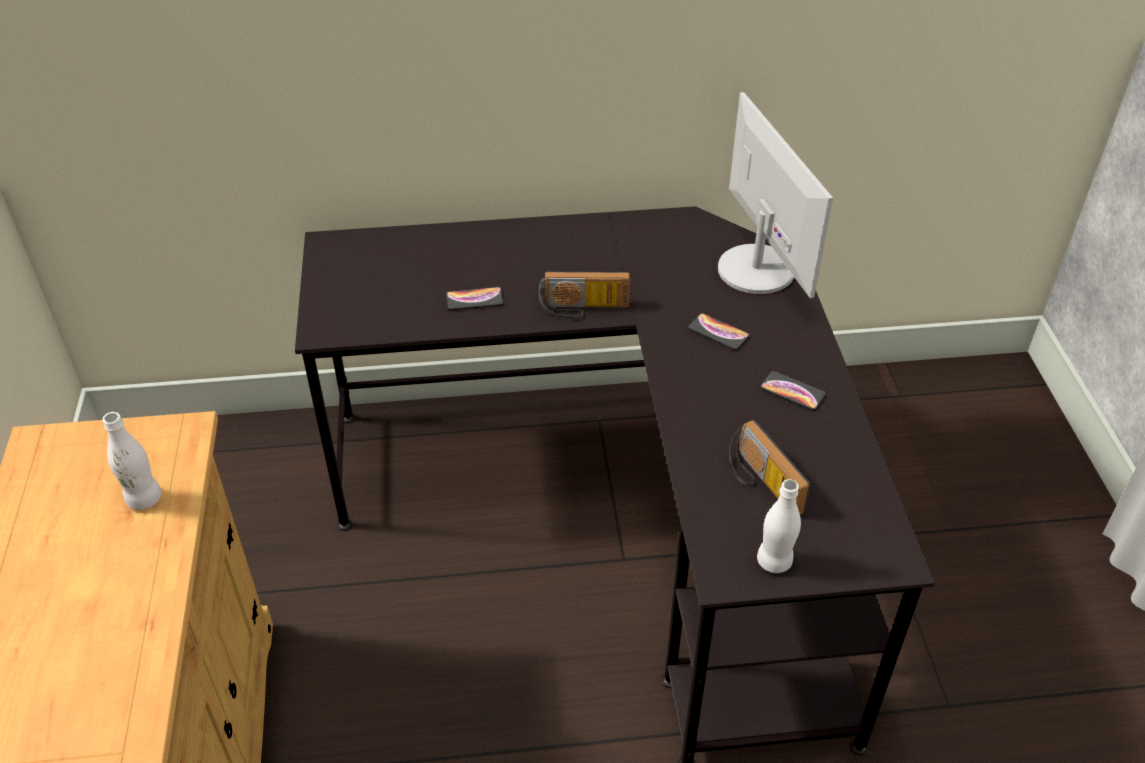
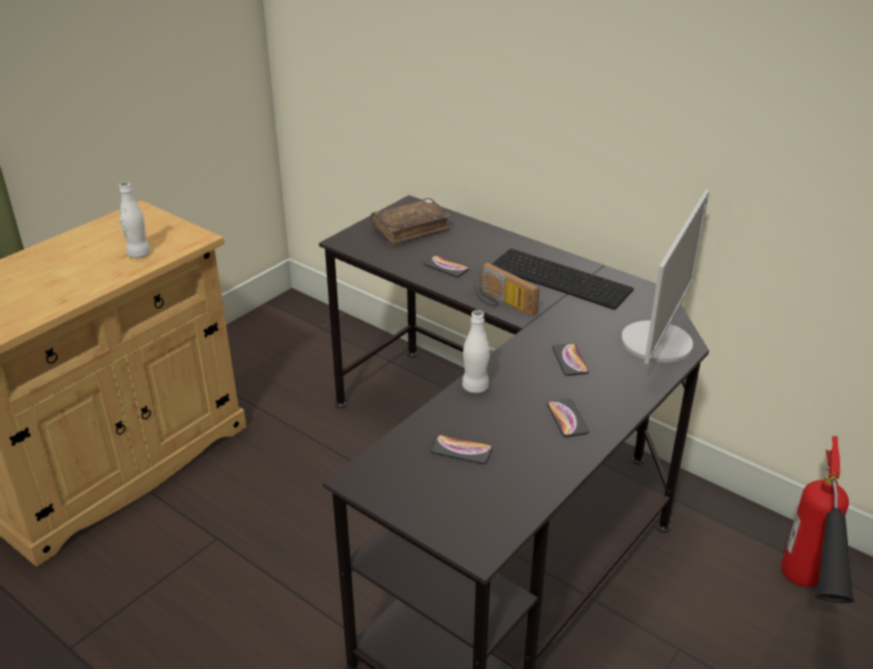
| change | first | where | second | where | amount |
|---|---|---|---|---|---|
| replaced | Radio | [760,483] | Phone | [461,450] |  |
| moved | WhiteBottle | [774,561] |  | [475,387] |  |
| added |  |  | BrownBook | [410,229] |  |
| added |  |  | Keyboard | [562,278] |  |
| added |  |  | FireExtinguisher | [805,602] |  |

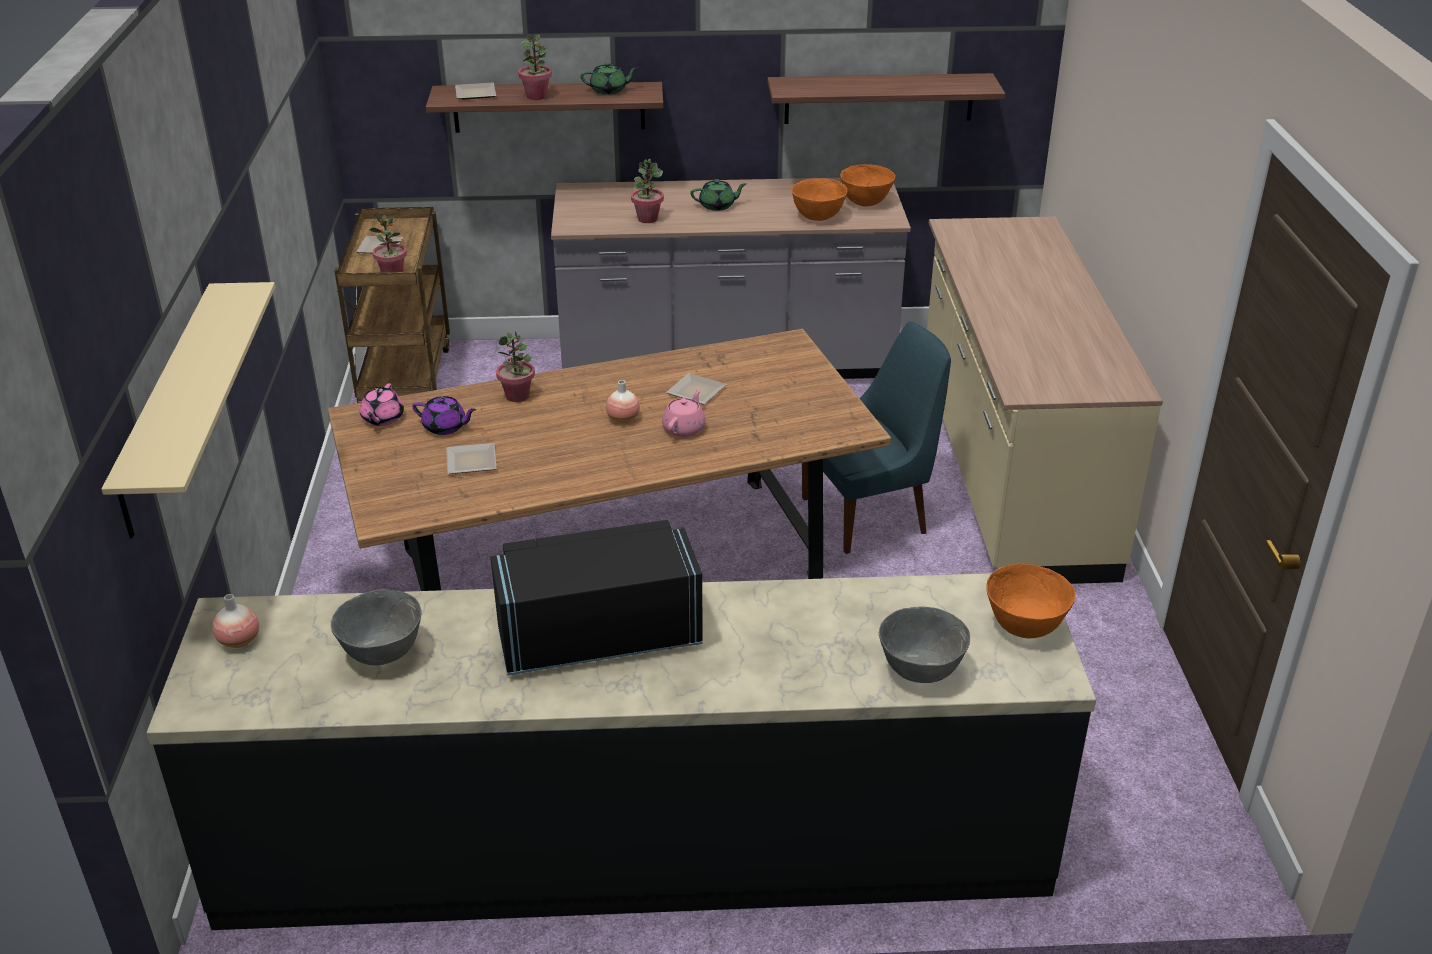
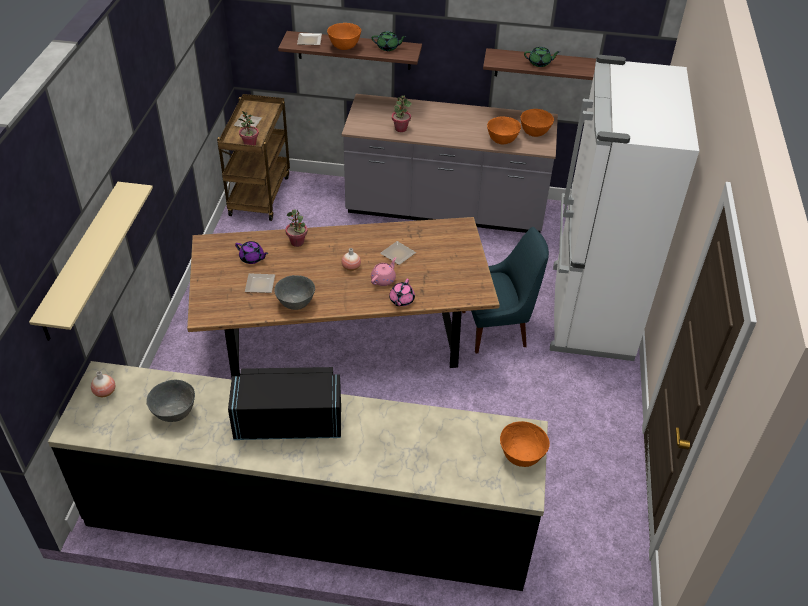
| change | first | where | second | where | amount |
|---|---|---|---|---|---|
| moved | PinkTeapot | [382,419] |  | [401,300] |  |
| replaced | PottedPlant | [536,96] | OrangeBowl | [344,47] |  |
| moved | GreenTeapot | [717,206] |  | [540,63] |  |
| moved | GreyBowl | [919,671] |  | [295,304] |  |
| replaced | BeigeCounter | [1009,471] | WhiteFridge | [589,312] |  |

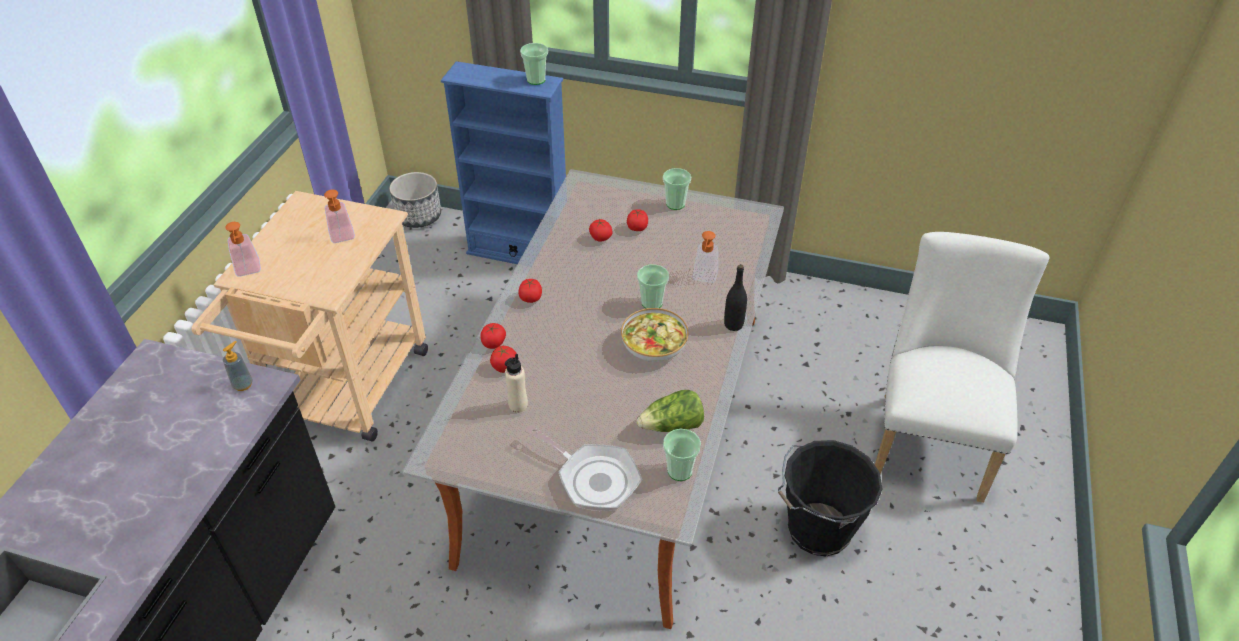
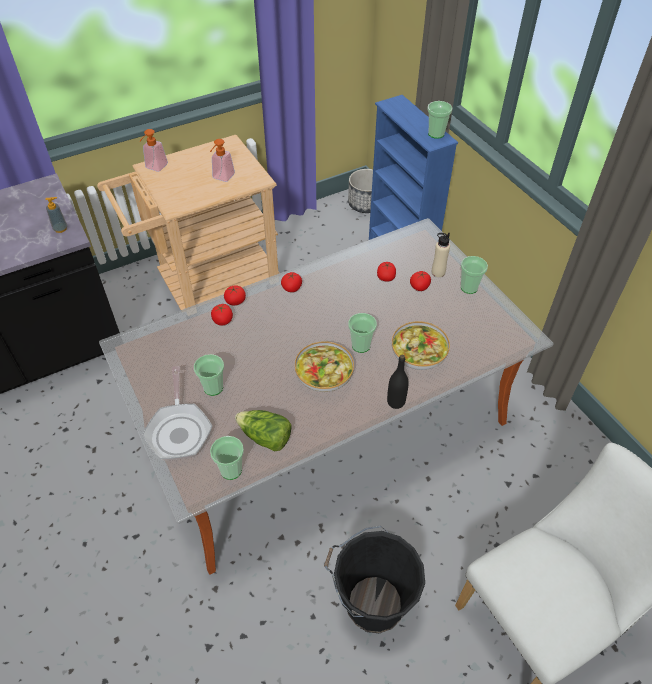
| change | first | where | second | where | amount |
|---|---|---|---|---|---|
| moved | BeigeBottle | [518,405] |  | [438,272] |  |
| replaced | SoapDispenser | [704,278] | Bowl | [419,354] |  |
| added |  |  | Cup | [213,387] |  |

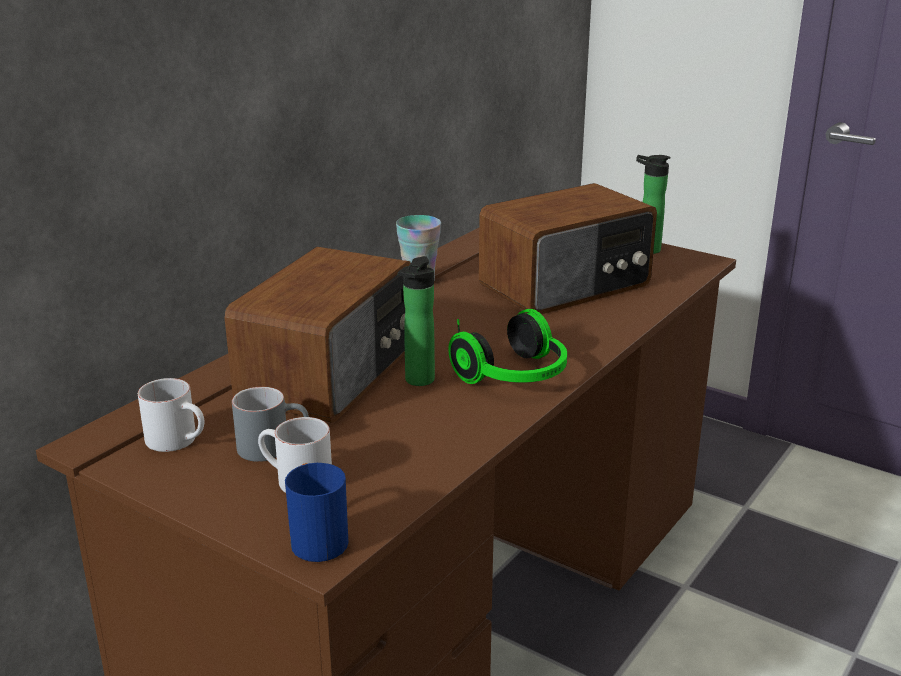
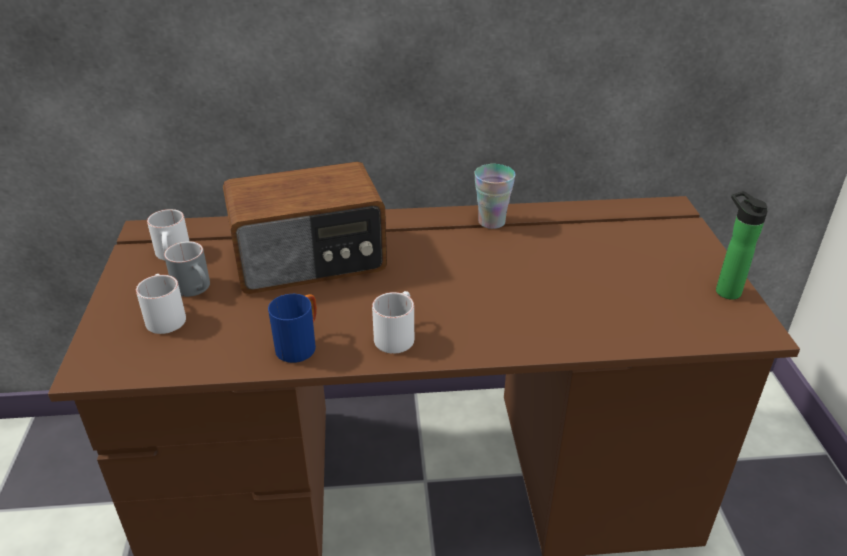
| change | first | where | second | where | amount |
|---|---|---|---|---|---|
| moved | BlueMug | [316,538] |  | [300,345] |  |
| removed | Bottle | [417,382] |  |  |  |
| replaced | Headphones | [516,377] | WhiteMug | [396,335] |  |
| removed | Radio | [567,286] |  |  |  |

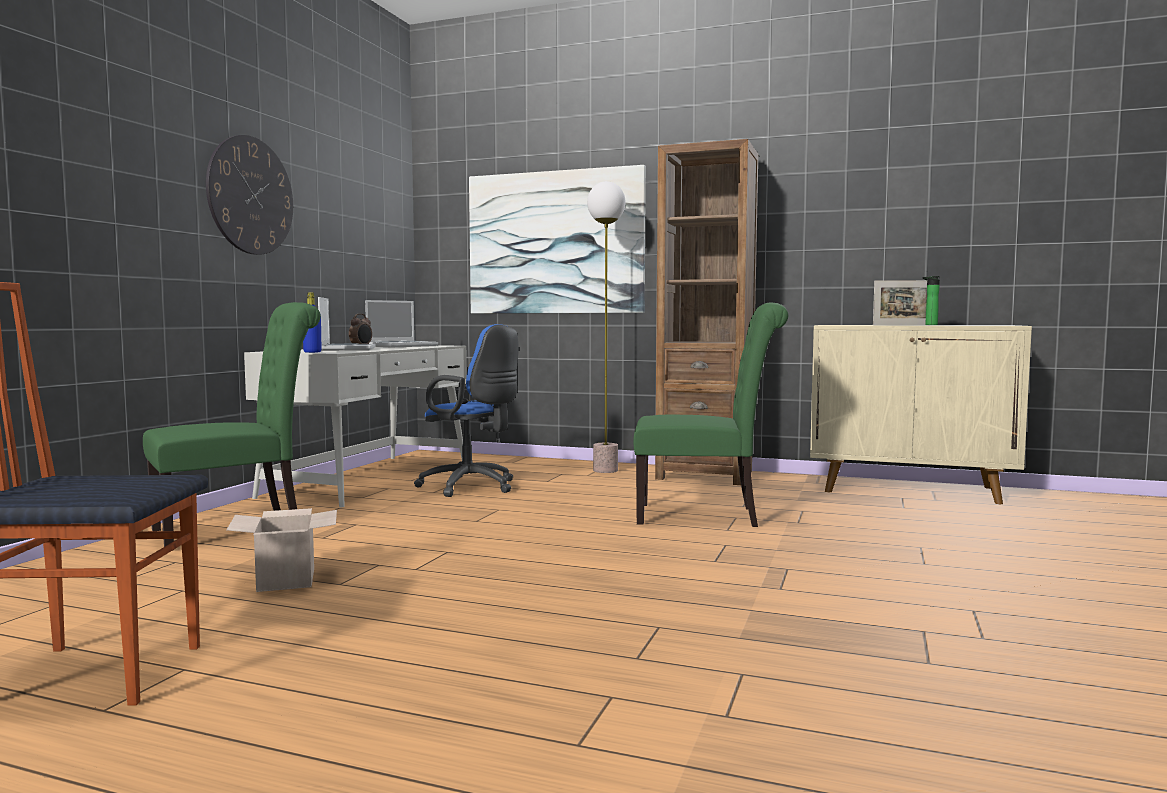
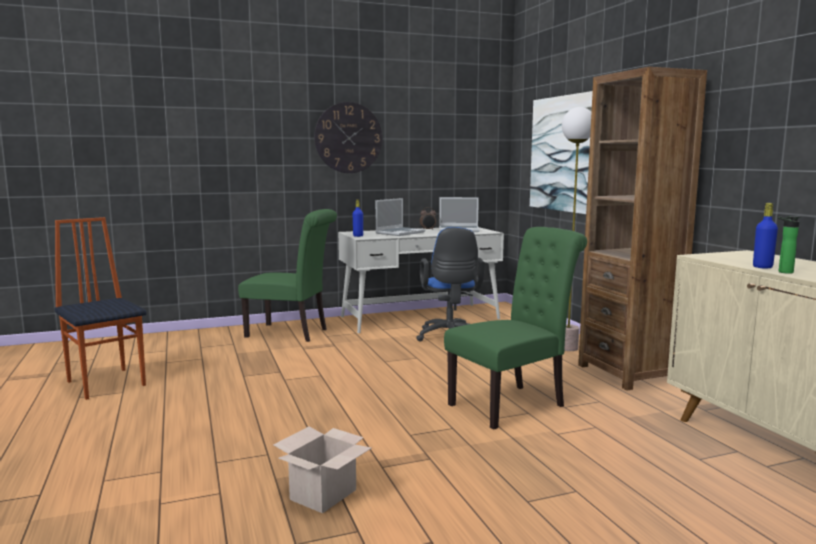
| change | first | where | second | where | amount |
|---|---|---|---|---|---|
| moved | CardboardBox | [287,580] |  | [323,495] |  |
| turned | GreenChair | [705,515] |  | [513,404] | 90 degrees counterclockwise |
| replaced | PictureFrame | [903,325] | BlueBottle | [762,267] |  |

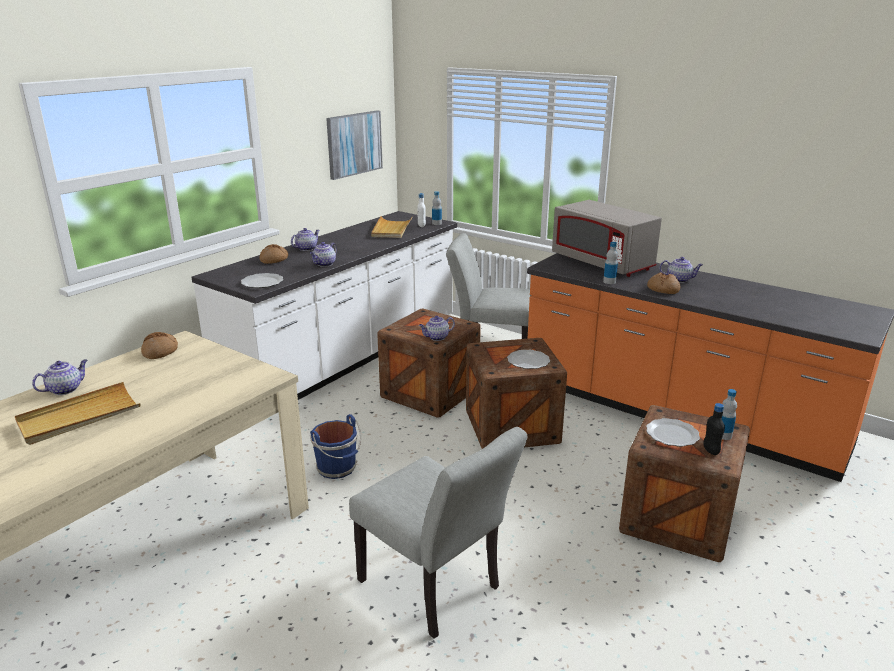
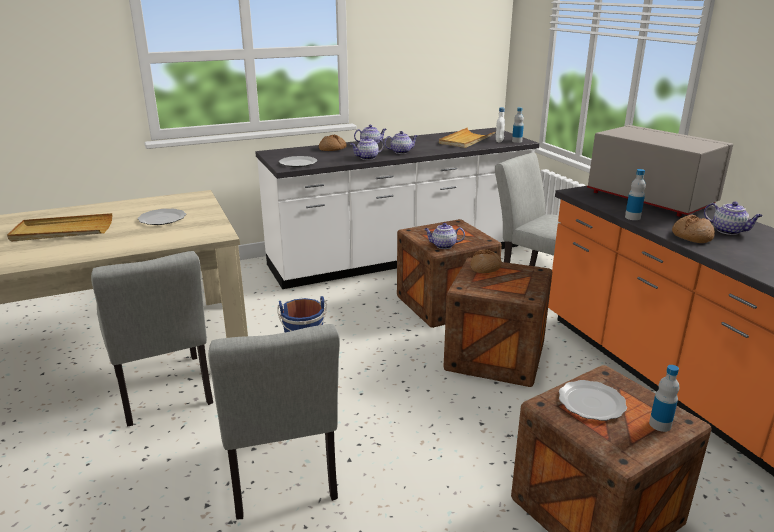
| change | first | where | second | where | amount |
|---|---|---|---|---|---|
| moved | Teapot | [65,389] |  | [401,152] |  |
| moved | Bread | [160,351] |  | [485,267] |  |
| removed | Picture | [354,144] |  |  |  |
| moved | Plate | [529,361] |  | [162,219] |  |
| turned | GreyMicrowave | [602,263] |  | [649,199] | 150 degrees clockwise |
| removed | BlackBottle | [710,451] |  |  |  |
| added |  |  | GreyChair | [165,394] |  |

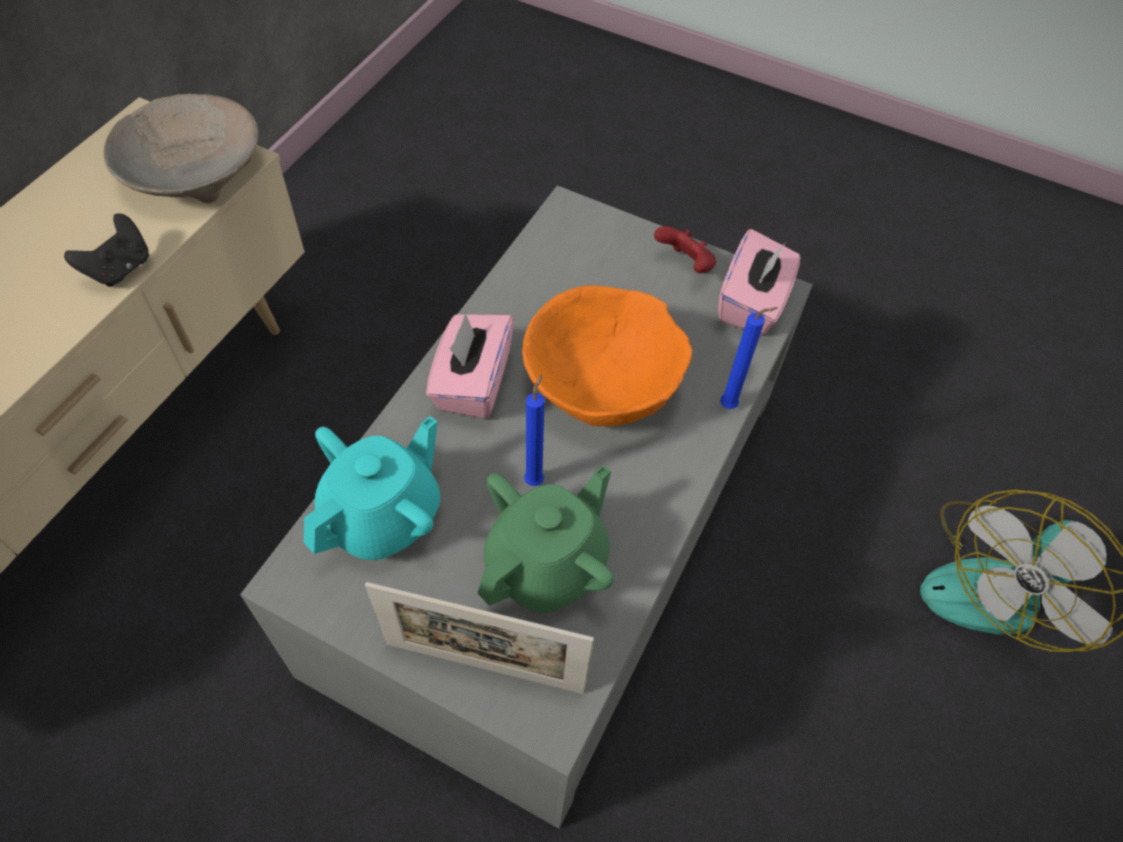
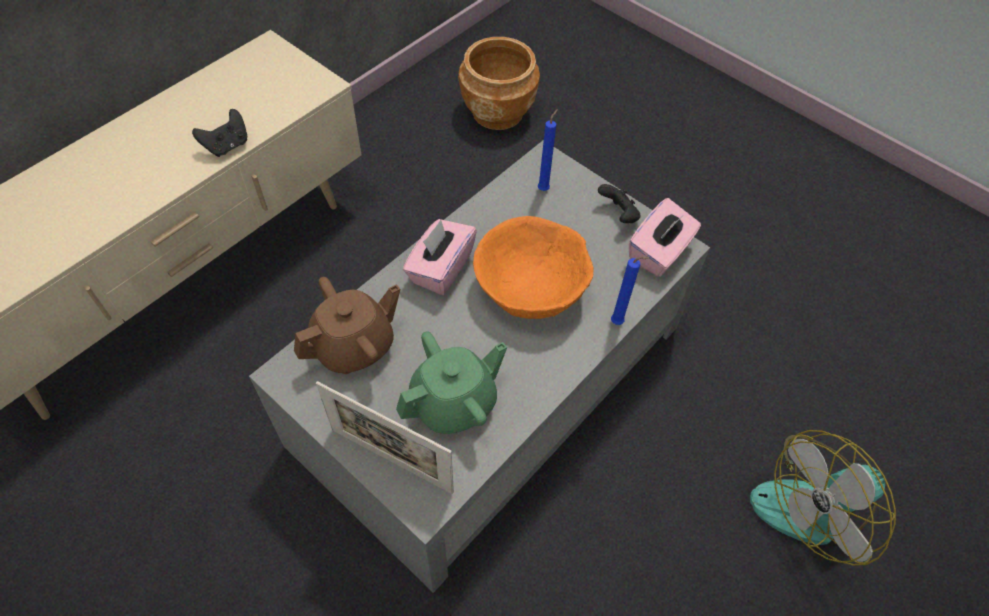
| change | first | where | second | where | amount |
|---|---|---|---|---|---|
| removed | BeigeBowl | [193,171] |  |  |  |
| recoloured | TurquoiseTeapot | [383,516] | BrownTeapot | [354,346] |  |
| moved | BlueCandle | [535,479] |  | [544,188] |  |
| recoloured | RedGameController | [685,265] | BlackGameController | [618,215] |  |
| added |  |  | BrownPlanter | [497,111] |  |

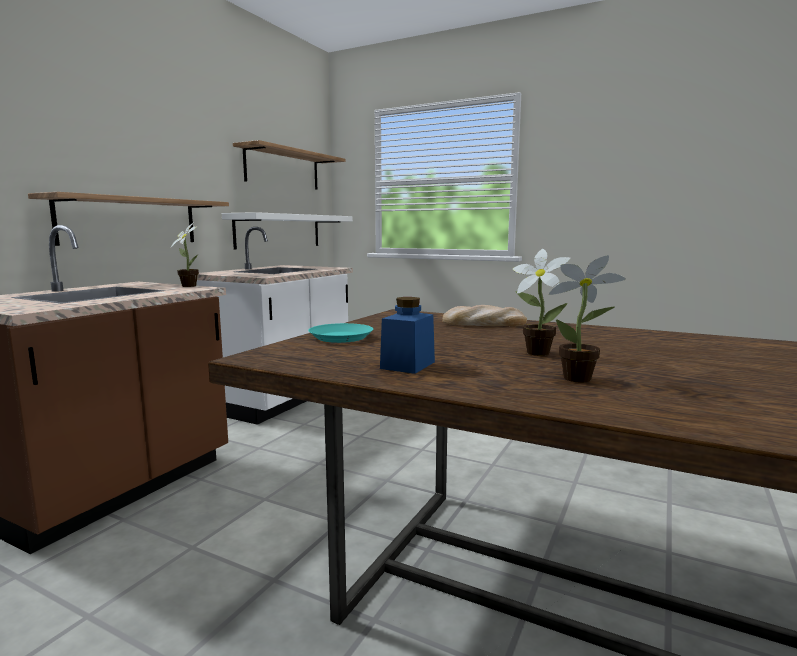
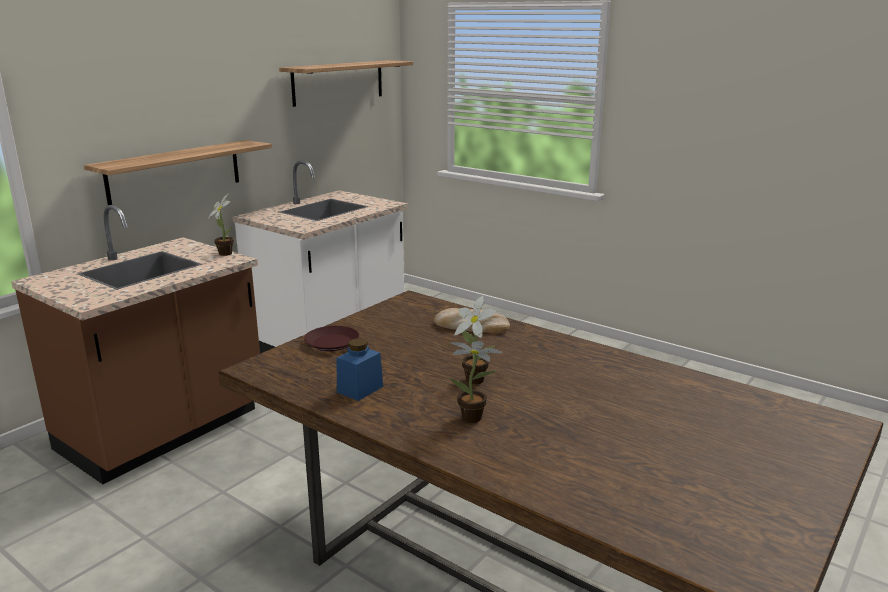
| change | first | where | second | where | amount |
|---|---|---|---|---|---|
| removed | WhiteShelf | [279,231] |  |  |  |
| recoloured | TurquoisePlate | [340,337] | BrownPlate | [331,343] |  |

